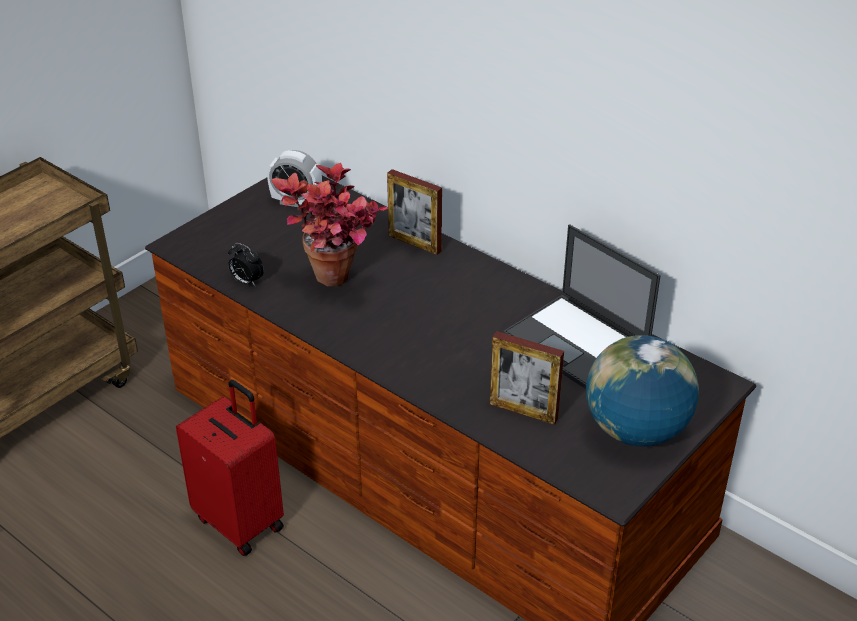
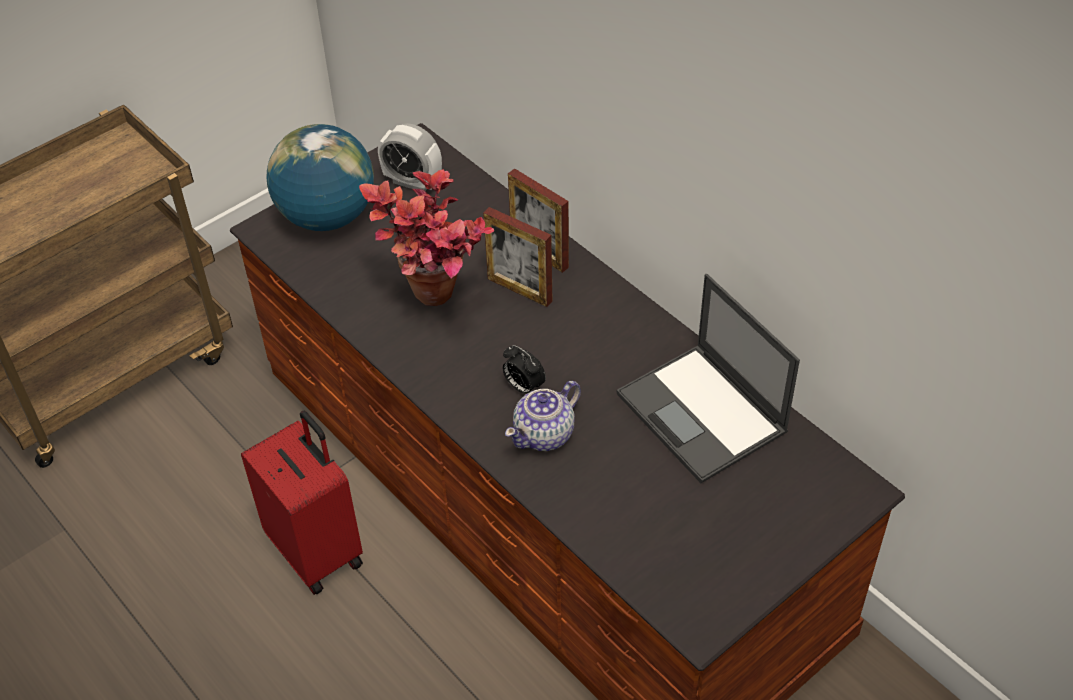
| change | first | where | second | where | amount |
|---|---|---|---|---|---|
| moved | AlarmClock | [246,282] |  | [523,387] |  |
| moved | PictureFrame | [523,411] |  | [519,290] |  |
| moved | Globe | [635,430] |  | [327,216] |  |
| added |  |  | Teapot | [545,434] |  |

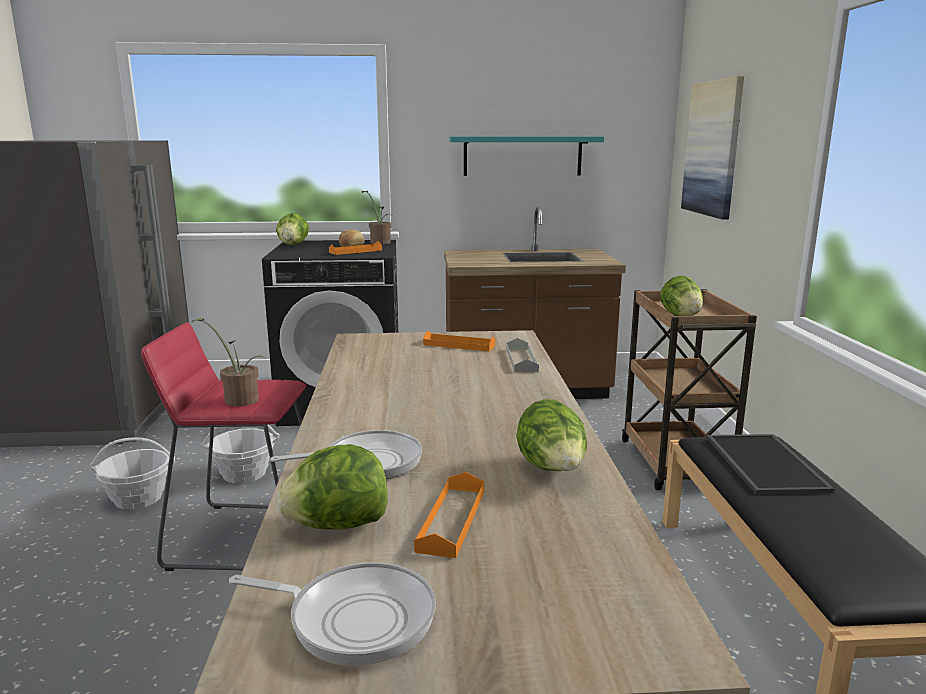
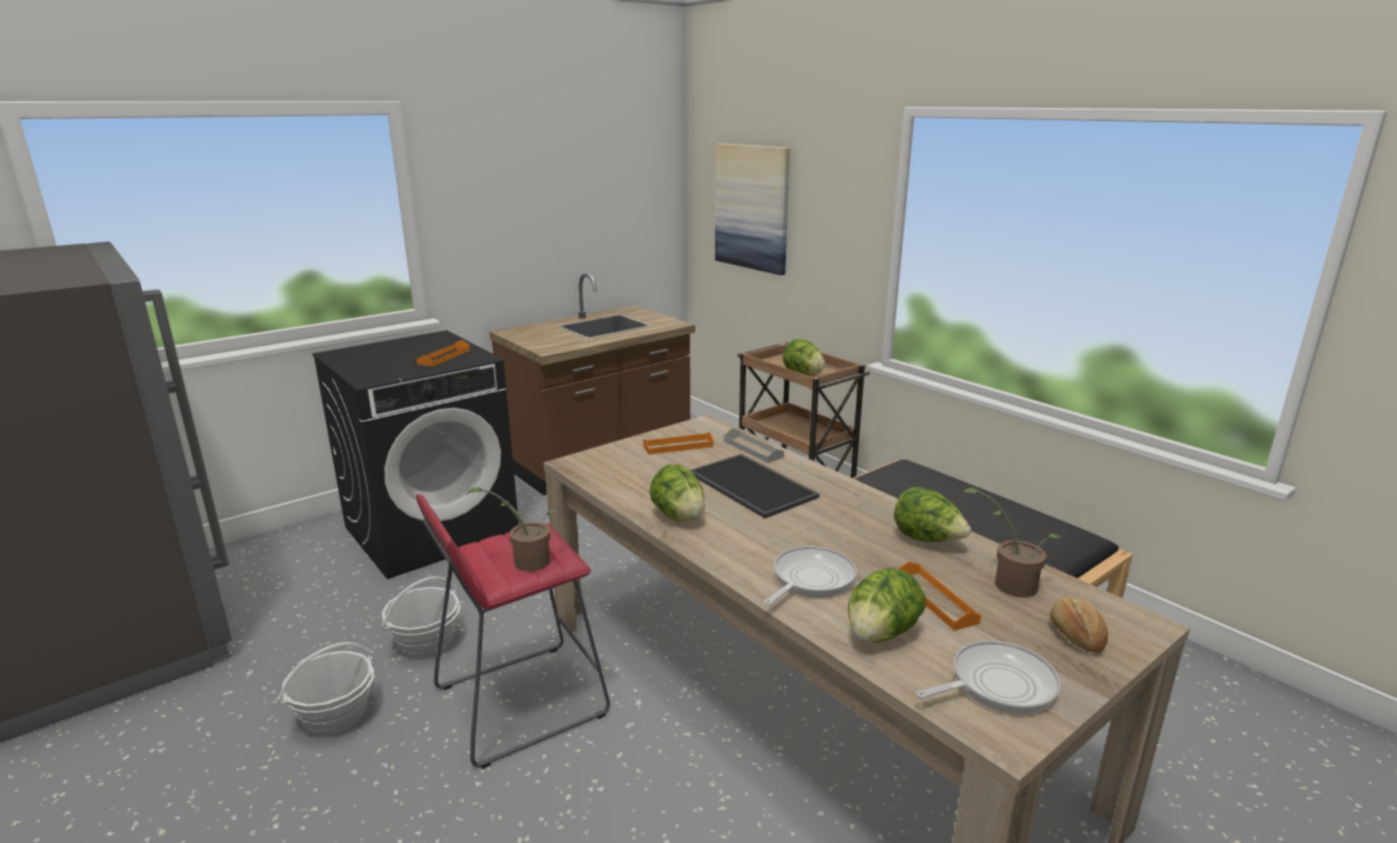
| change | first | where | second | where | amount |
|---|---|---|---|---|---|
| moved | Lettuce | [293,245] |  | [678,516] |  |
| moved | Bread | [351,246] |  | [1075,636] |  |
| moved | PottedPlant | [379,242] |  | [1008,584] |  |
| removed | TurquoiseShelf | [522,156] |  |  |  |
| moved | Tray | [767,464] |  | [754,485] |  |

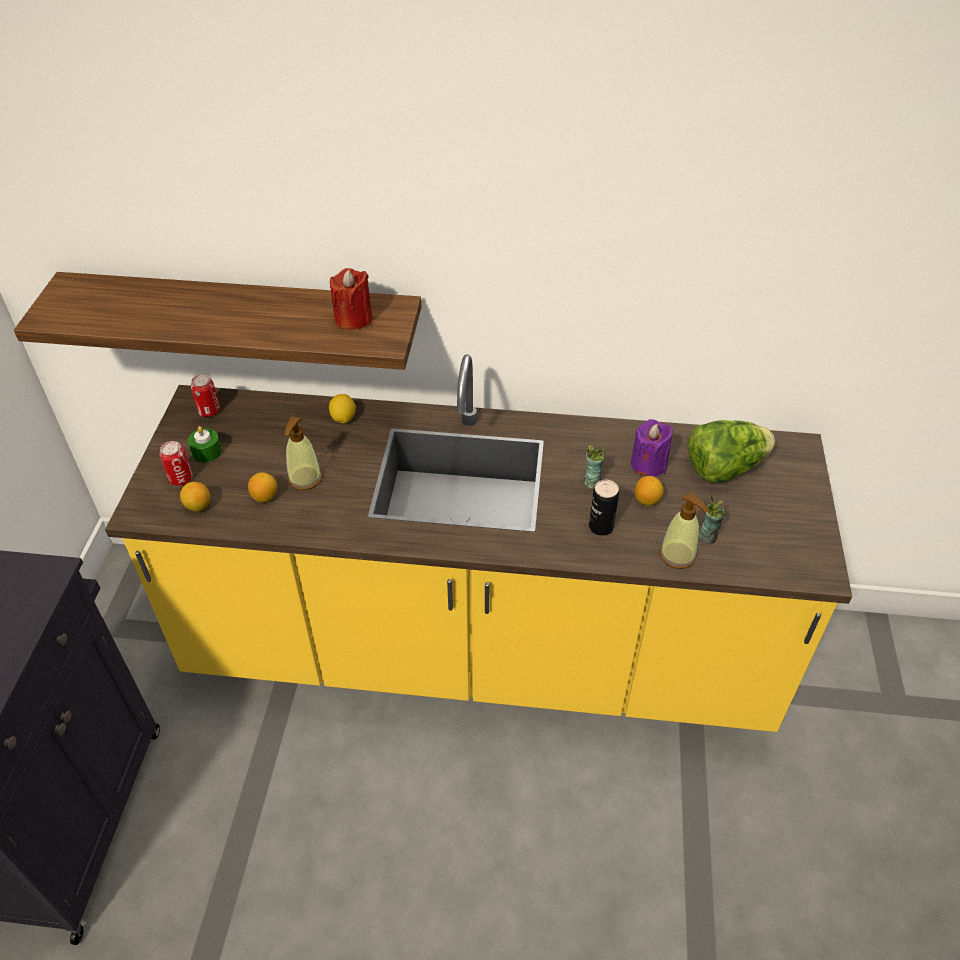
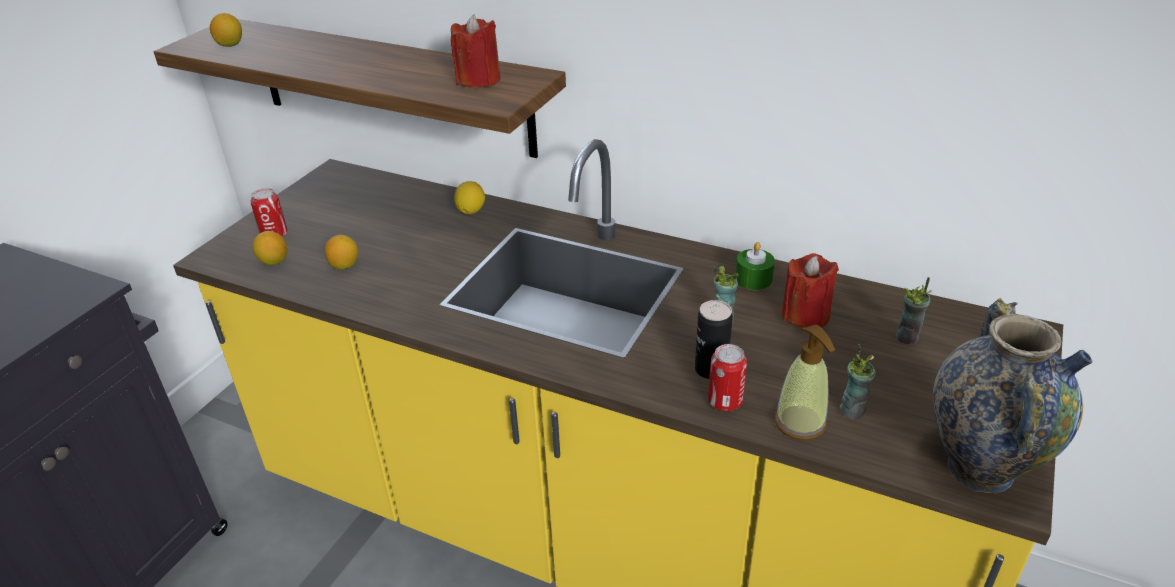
| change | first | where | second | where | amount |
|---|---|---|---|---|---|
| moved | GreenCandle | [207,452] |  | [753,279] |  |
| moved | Can | [209,411] |  | [725,401] |  |
| removed | SoapDispenser | [305,479] |  |  |  |
| recoloured | PurpleCandle | [648,464] | RedCandle | [805,315] |  |
| moved | Lemon | [647,500] |  | [230,45] |  |
| replaced | Lettuce | [724,468] | Cup | [907,337] |  |
| added |  |  | Vase | [980,469] |  |

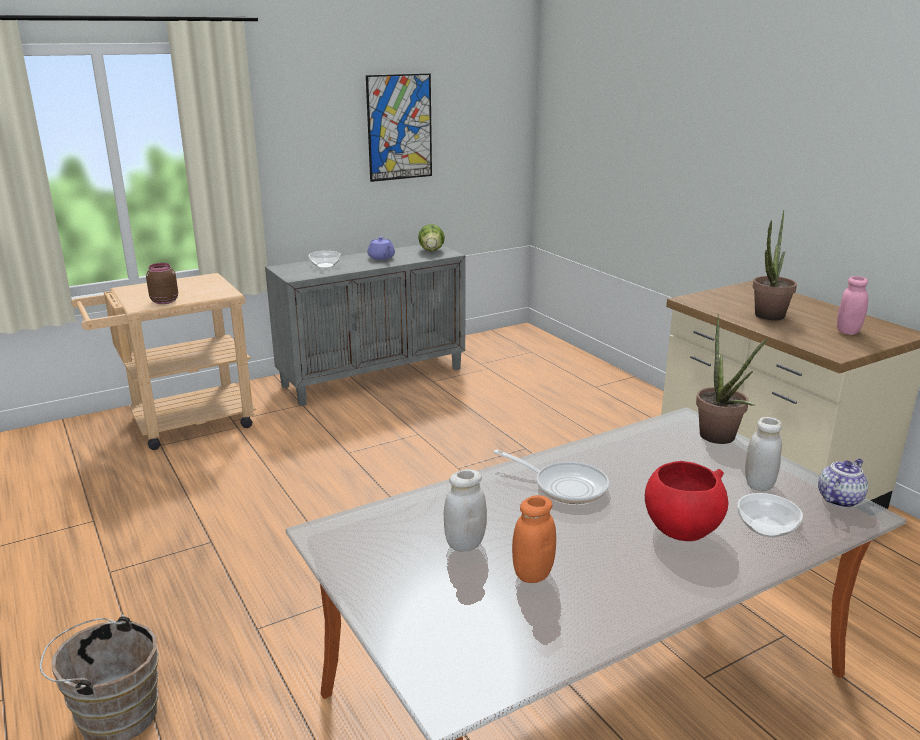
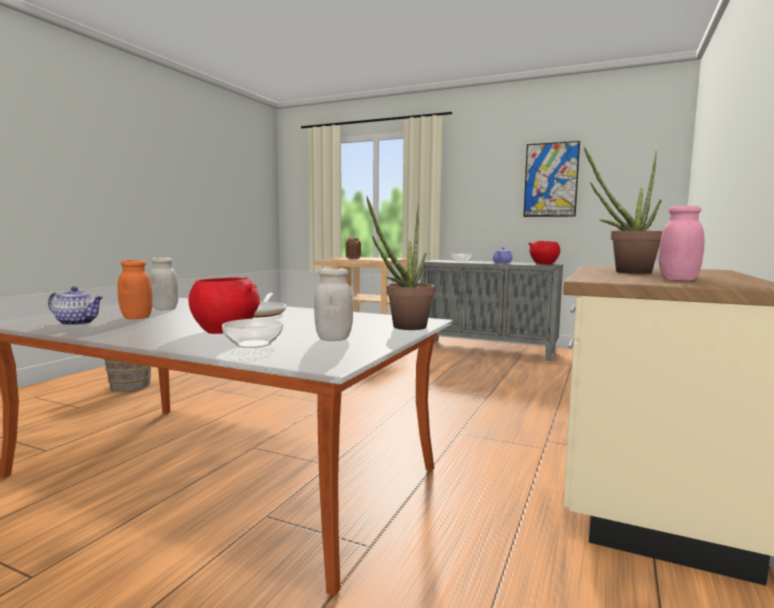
| change | first | where | second | where | amount |
|---|---|---|---|---|---|
| replaced | Lettuce | [431,250] | RedBowl | [544,264] |  |
| moved | Teapot | [839,499] |  | [78,323] |  |

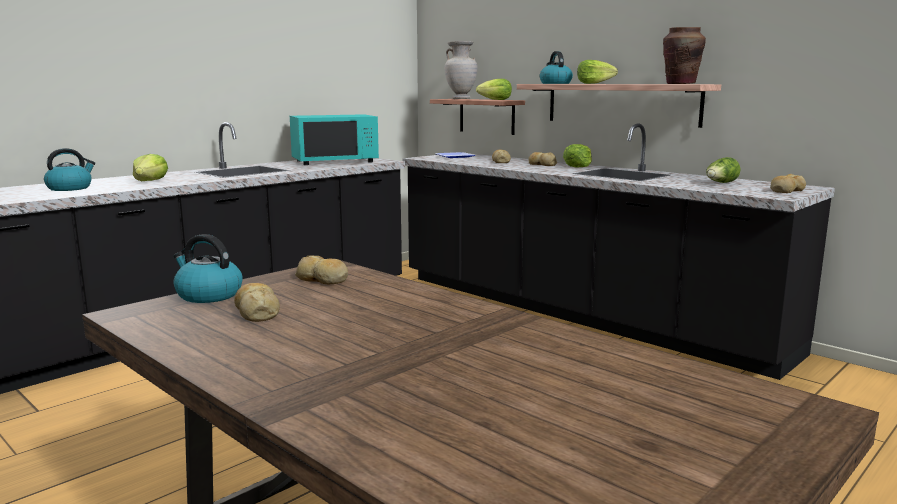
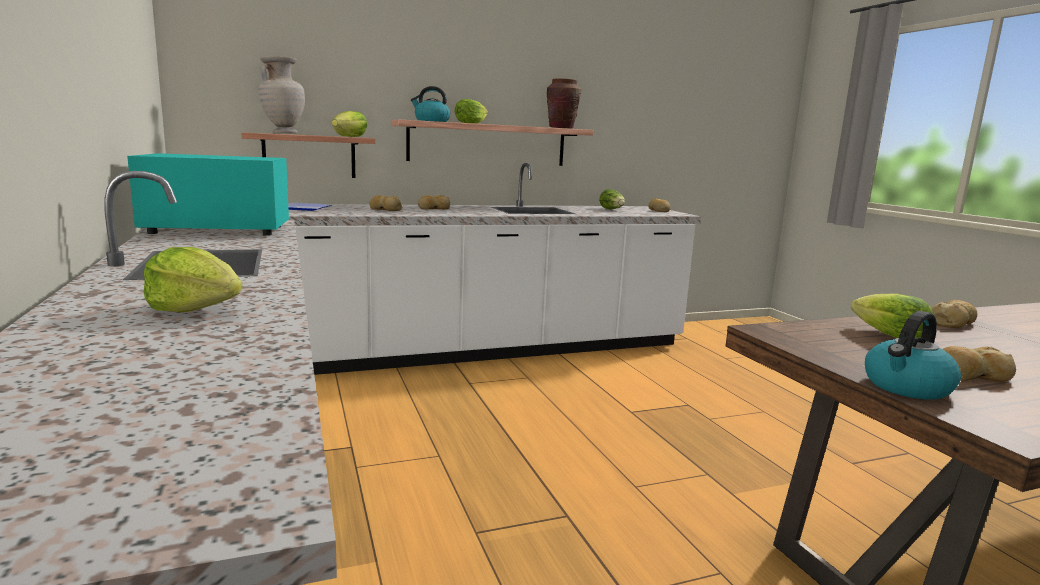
| change | first | where | second | where | amount |
|---|---|---|---|---|---|
| removed | Kettle | [70,188] |  |  |  |
| turned | TurquoiseMicrowave | [335,161] |  | [217,230] | 105 degrees counterclockwise |
| moved | Bread | [322,279] |  | [951,322] |  |
| recoloured | BlackCounter | [577,313] | WhiteCounter | [489,350] |  |
| moved | Lettuce | [578,166] |  | [889,335] |  |

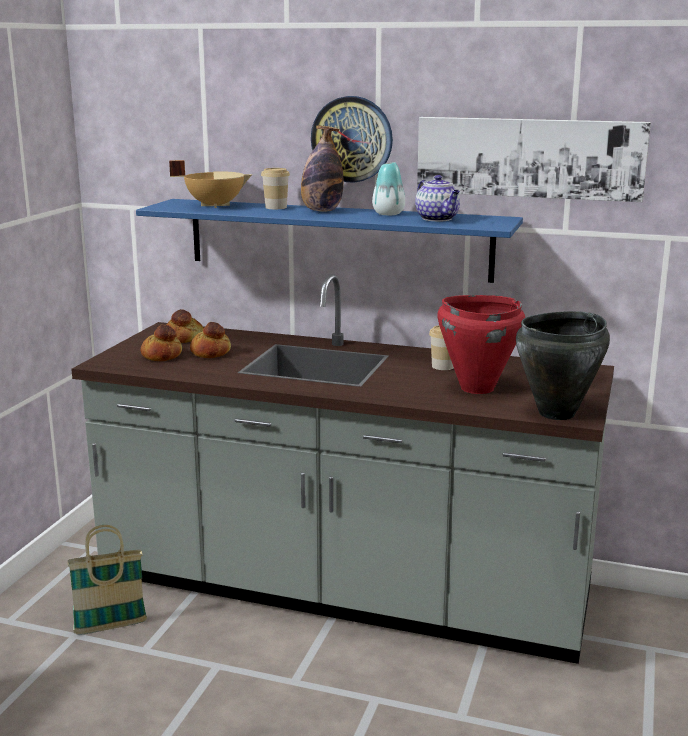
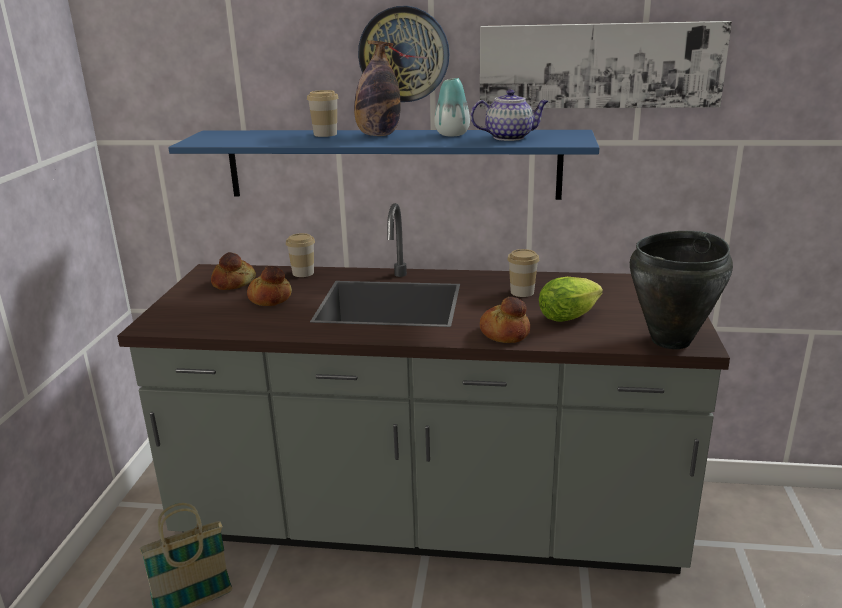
| change | first | where | second | where | amount |
|---|---|---|---|---|---|
| moved | Bread | [162,355] |  | [505,333] |  |
| removed | BeigeCookingPot | [214,205] |  |  |  |
| turned | Teapot | [438,219] |  | [510,137] | 60 degrees counterclockwise |
| replaced | RedCookingPot | [476,388] | Lettuce | [571,316] |  |
| added |  |  | Cup | [303,273] |  |

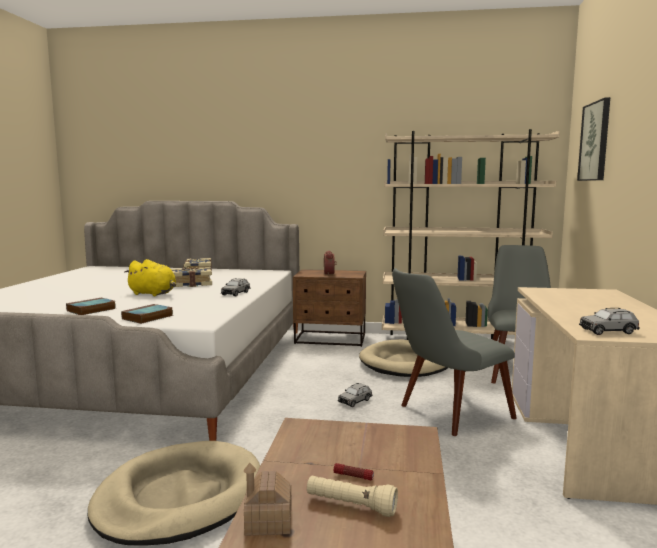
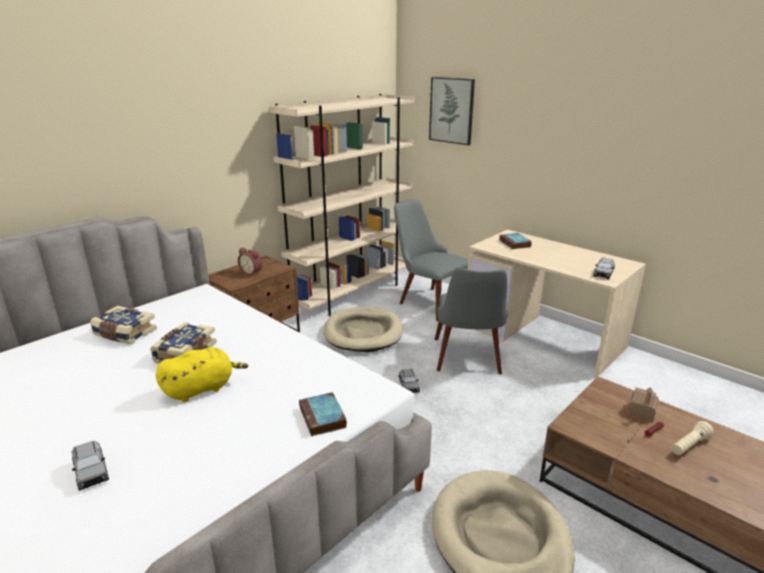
| change | first | where | second | where | amount |
|---|---|---|---|---|---|
| moved | Book | [91,310] |  | [515,243] |  |
| moved | GreyToyCar | [236,293] |  | [91,472] |  |
| moved | ToyHouse | [268,521] |  | [641,411] |  |

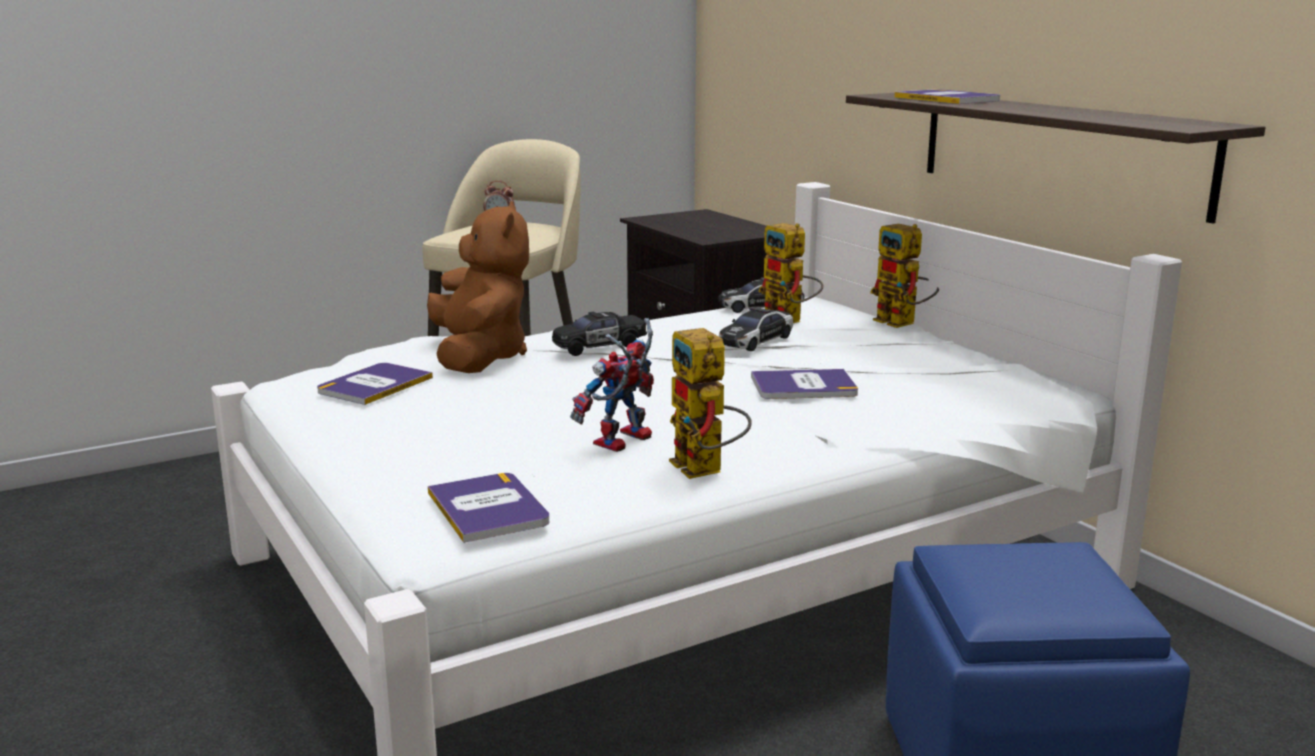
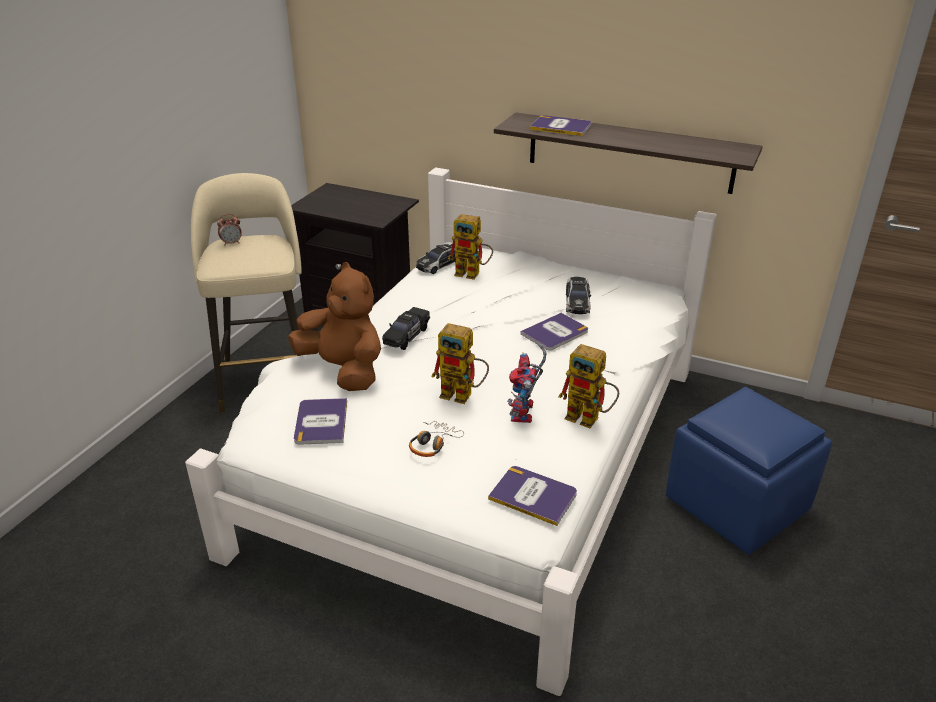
| change | first | where | second | where | amount |
|---|---|---|---|---|---|
| moved | ToyCar | [756,340] |  | [577,302] |  |
| moved | ToyRobot | [903,323] |  | [463,395] |  |
| added |  |  | Headphones | [433,444] |  |

